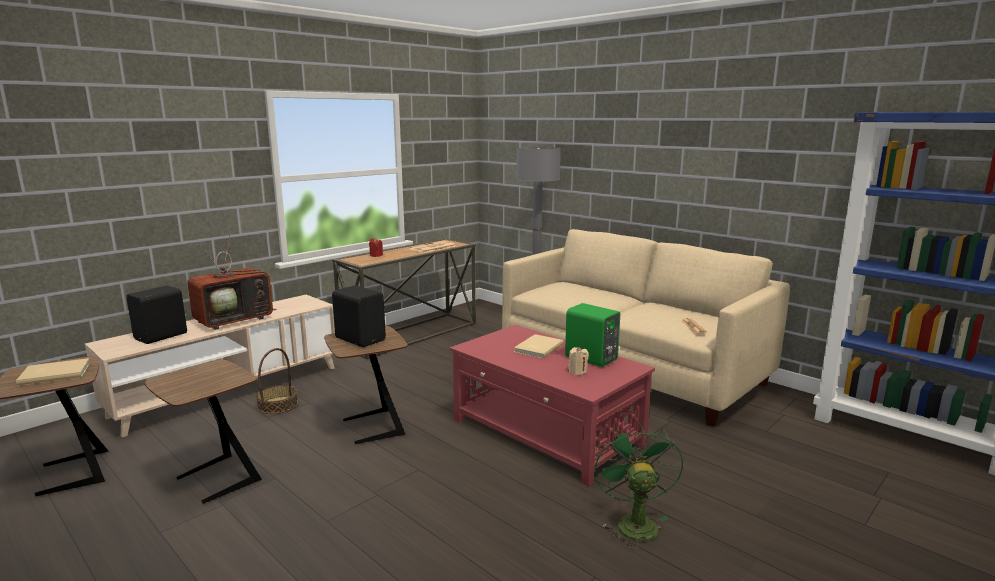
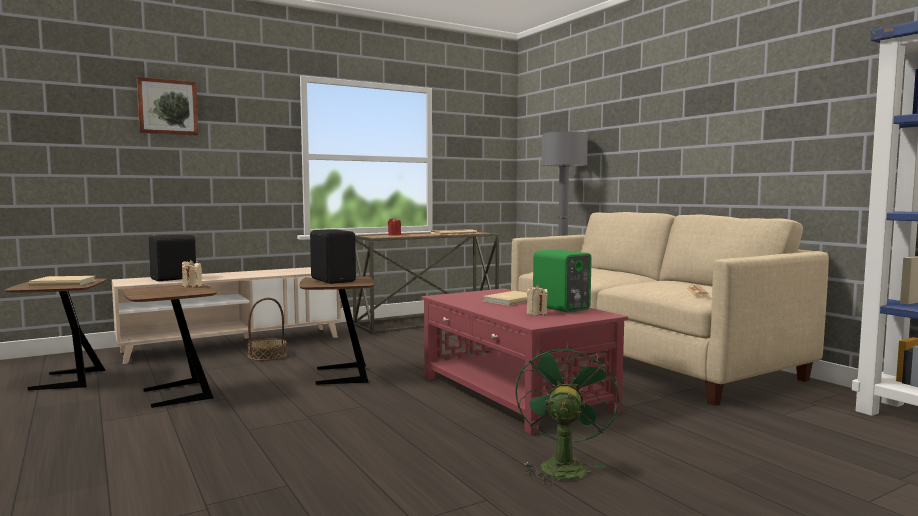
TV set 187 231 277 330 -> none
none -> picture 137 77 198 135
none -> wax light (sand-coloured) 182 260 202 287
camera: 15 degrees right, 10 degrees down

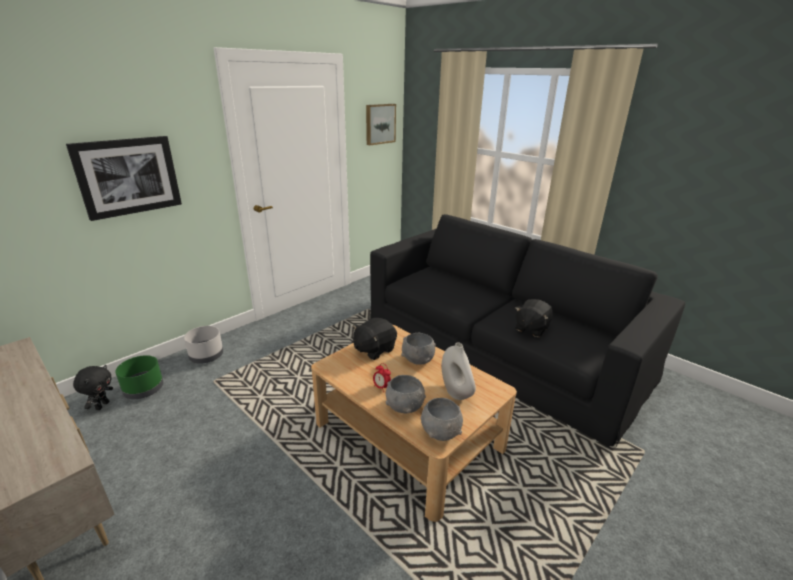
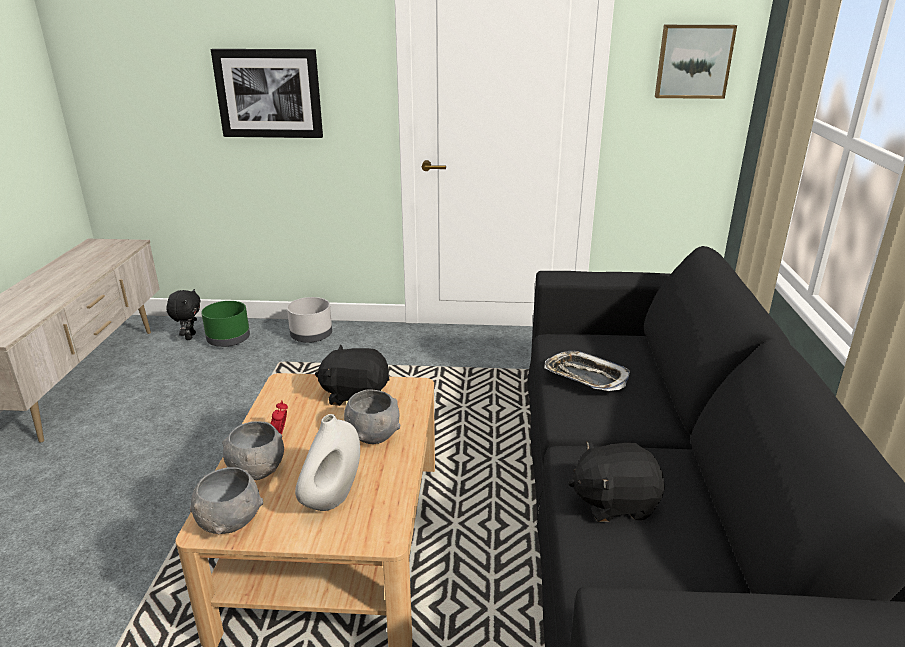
soft toy (black-coloured) 73 365 113 410 -> soft toy (black-coloured) 166 289 201 340, 60 degrees counterclockwise
none -> tray 545 351 630 391
camera: 50 degrees right, 0 degrees up

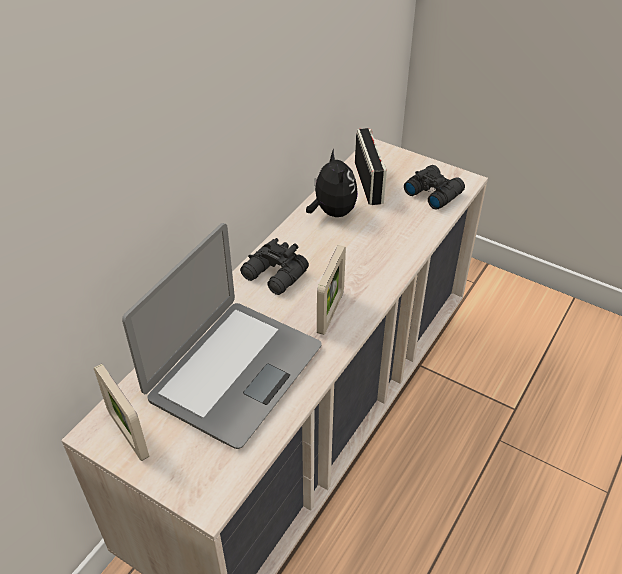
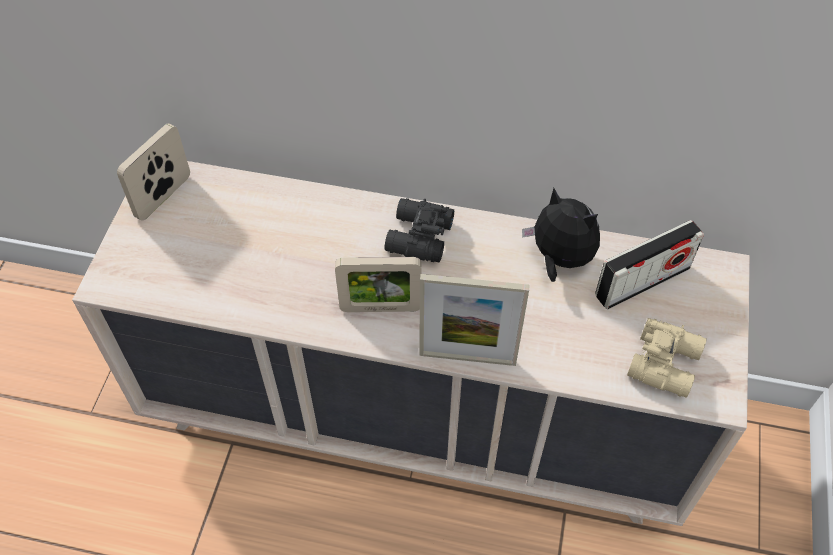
portable computer 122 223 322 449 -> none
soft toy 306 149 358 217 -> soft toy 522 188 600 282, 105 degrees counterclockwise
pair of binoculars (black-coloured) 404 165 465 210 -> pair of binoculars (sand-coloured) 627 318 707 398
none -> standing frame 419 274 530 366
camera: 70 degrees right, 10 degrees up

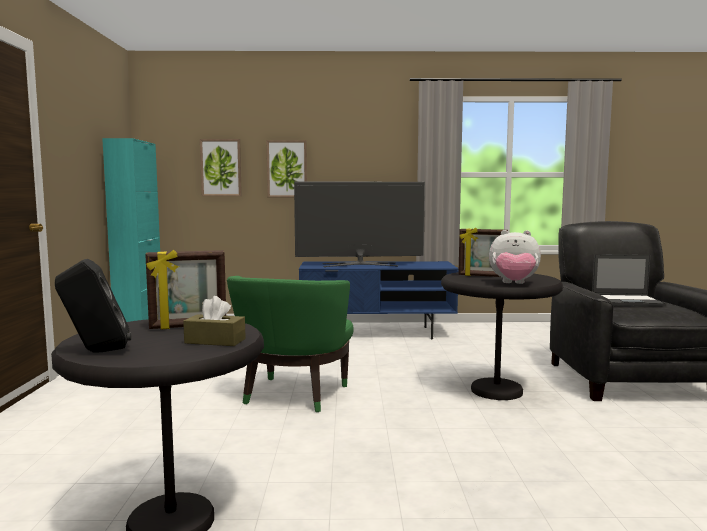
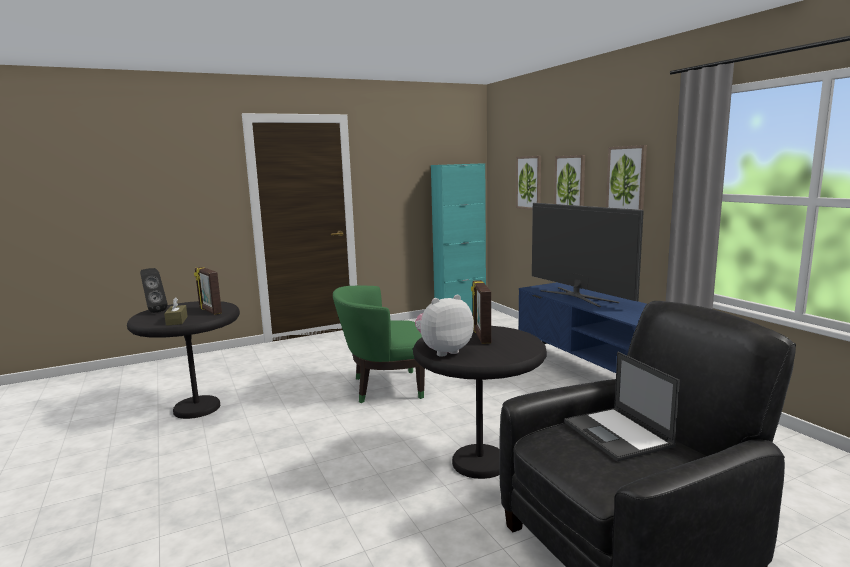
soft toy 489 230 541 284 -> soft toy 415 295 474 357, 75 degrees clockwise
none -> picture 606 145 647 210
camera: 65 degrees right, 5 degrees up

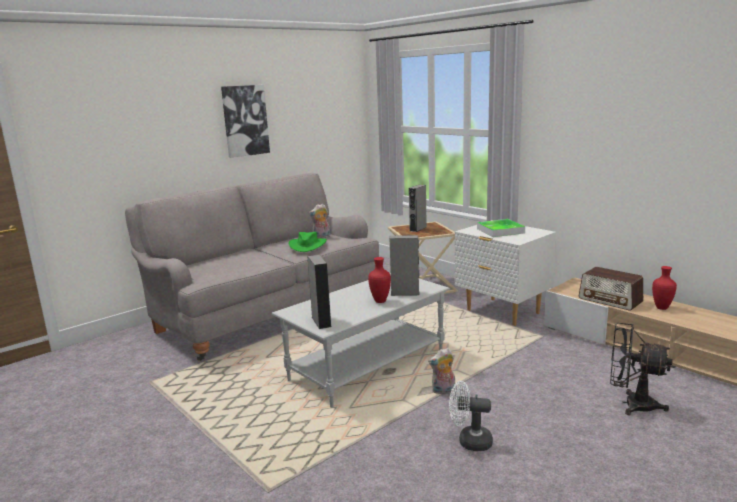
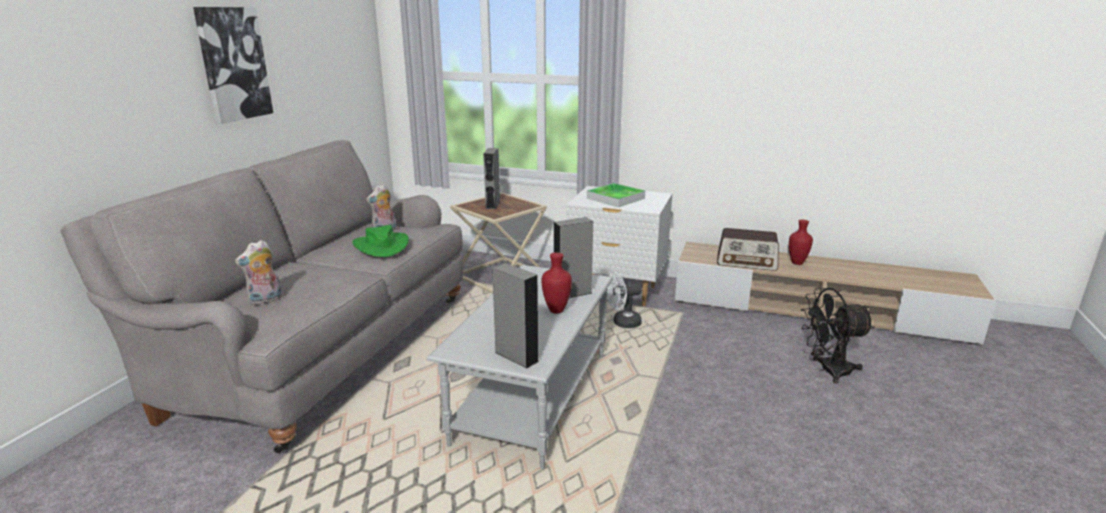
soft toy 428 348 455 395 -> soft toy 235 240 282 305, move
electric fan (whitish) 449 381 493 451 -> electric fan (whitish) 607 273 642 328, move
camera: 30 degrees left, 5 degrees up

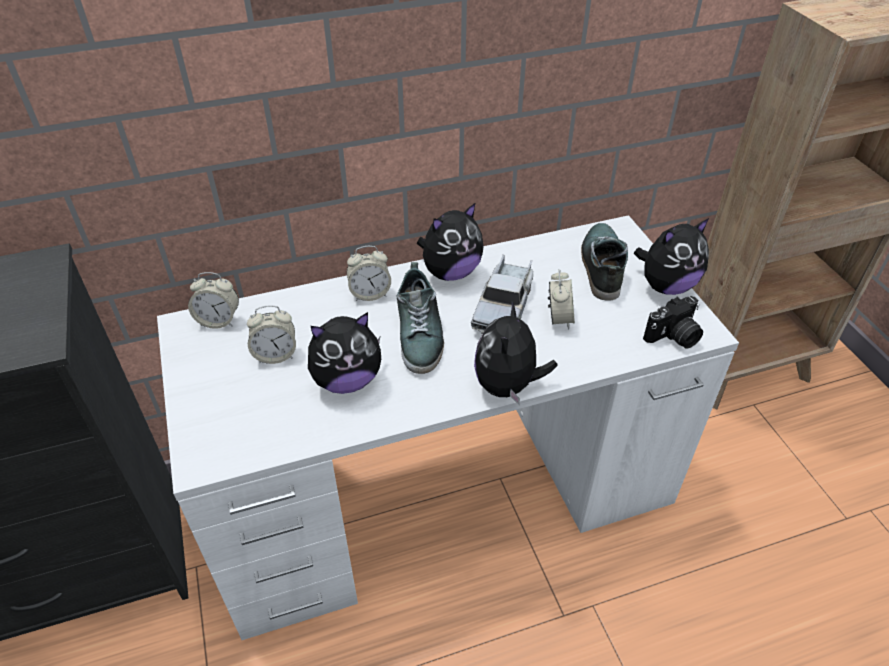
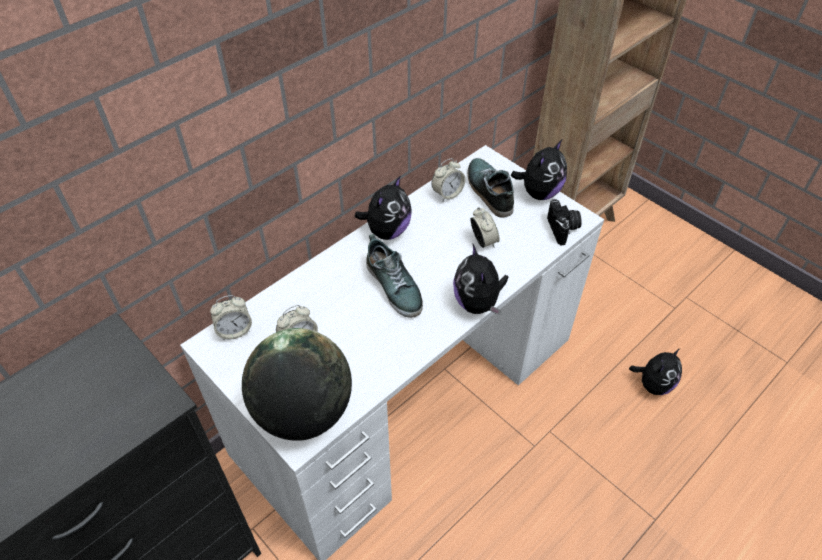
soft toy 308 312 381 394 -> soft toy 629 349 682 395, move
table clock 347 246 391 301 -> table clock 432 158 465 201, move
toy truck 471 255 533 334 -> none
photo camera 643 296 703 349 -> photo camera 547 199 582 245, 45 degrees counterclockwise
none -> world globe 242 328 352 441
camera: 25 degrees left, 5 degrees up

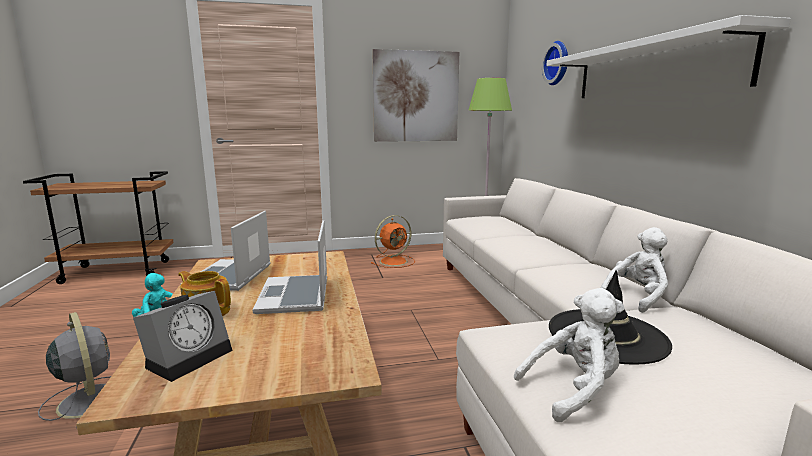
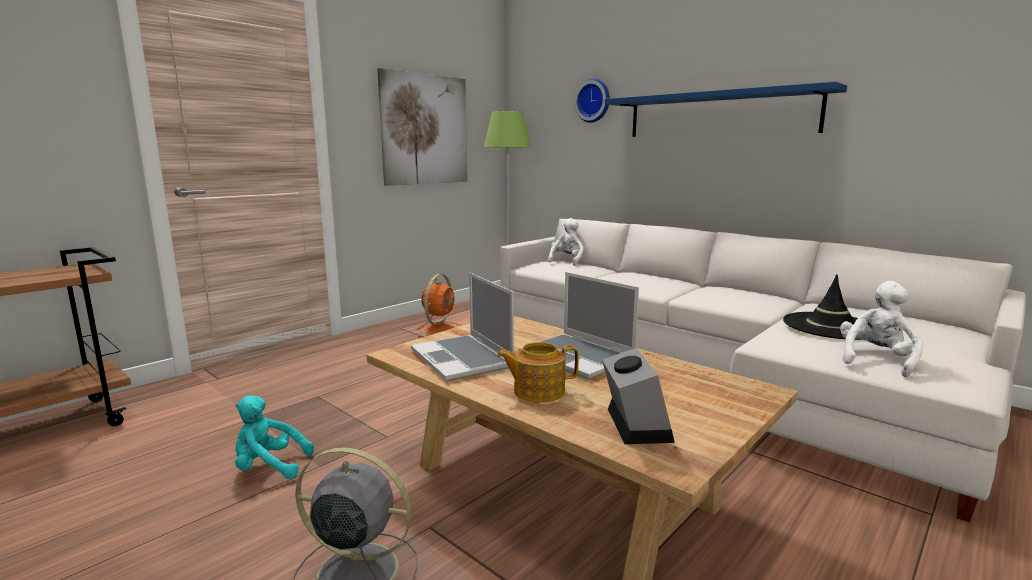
bracket shelf (whitish) 546 15 791 98 -> bracket shelf (blue-coloured) 605 81 847 137
soft toy (whitish) 600 227 668 313 -> soft toy (whitish) 548 218 584 266, move
camera: 35 degrees left, 0 degrees up

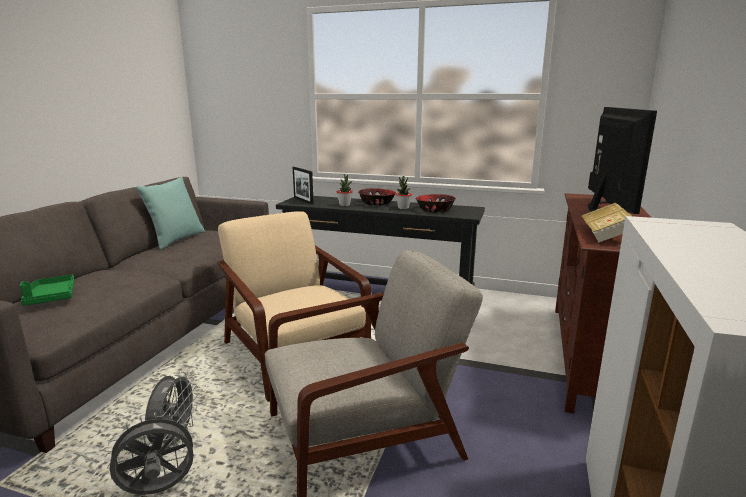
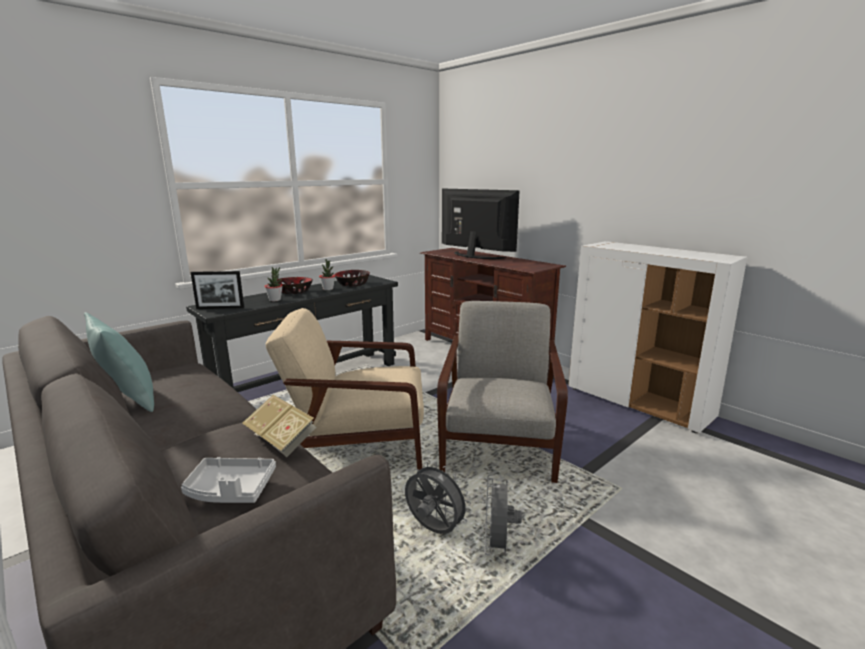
tray (greenish) 20 275 75 306 -> tray (gray) 181 457 276 503
bound book 581 203 631 242 -> bound book 242 395 316 457, move
camera: 60 degrees left, 0 degrees up

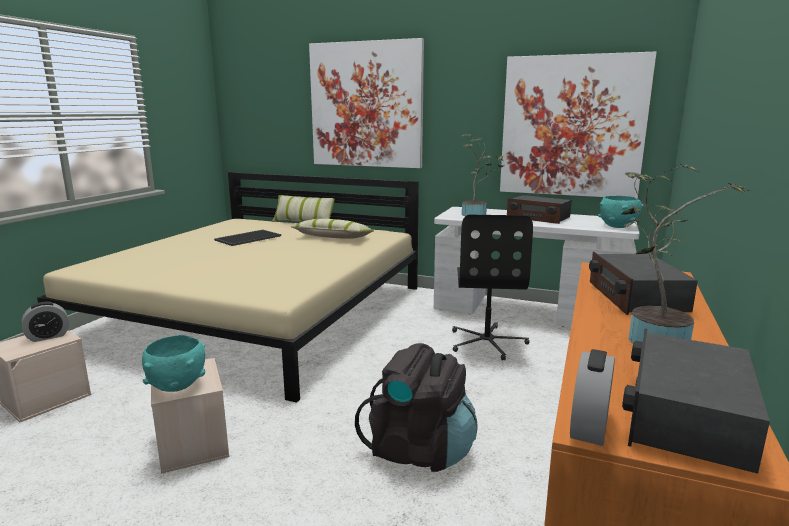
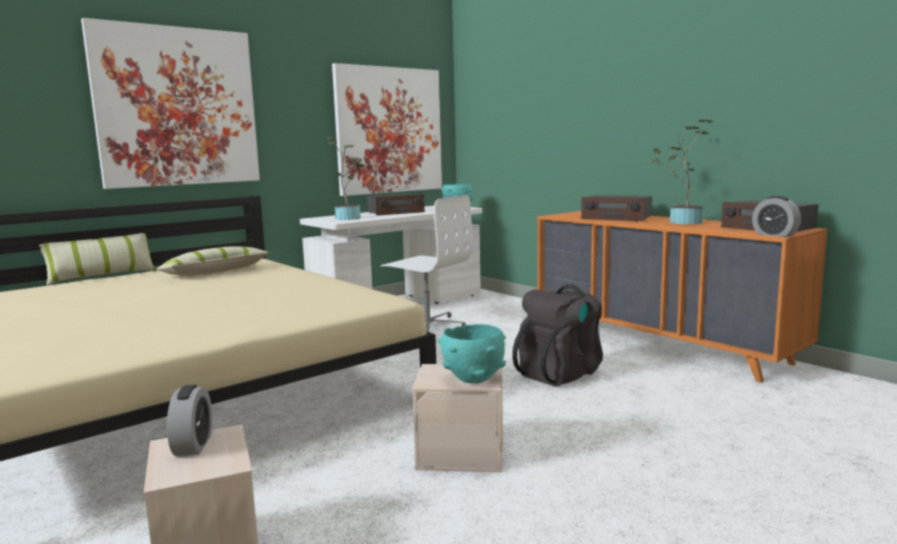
tray 214 230 281 246 -> none
desk chair (black-coloured) 452 214 533 360 -> desk chair (whitish) 381 195 473 332
camera: 60 degrees left, 5 degrees down

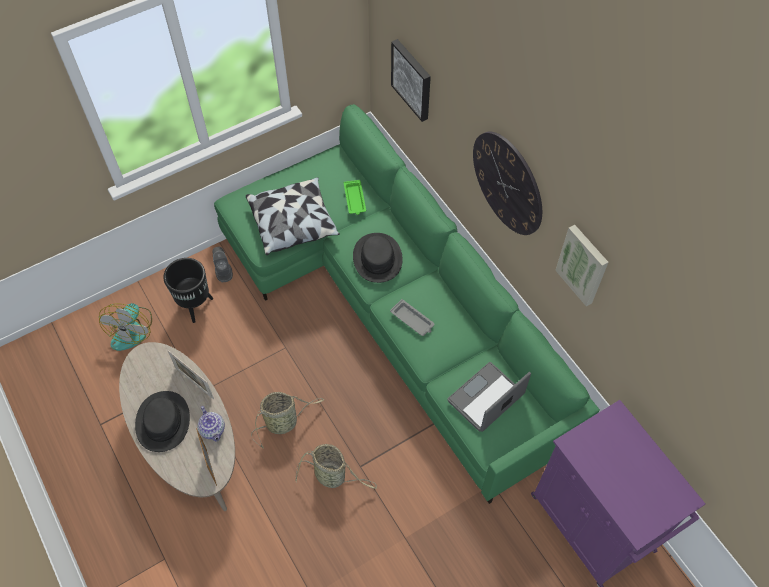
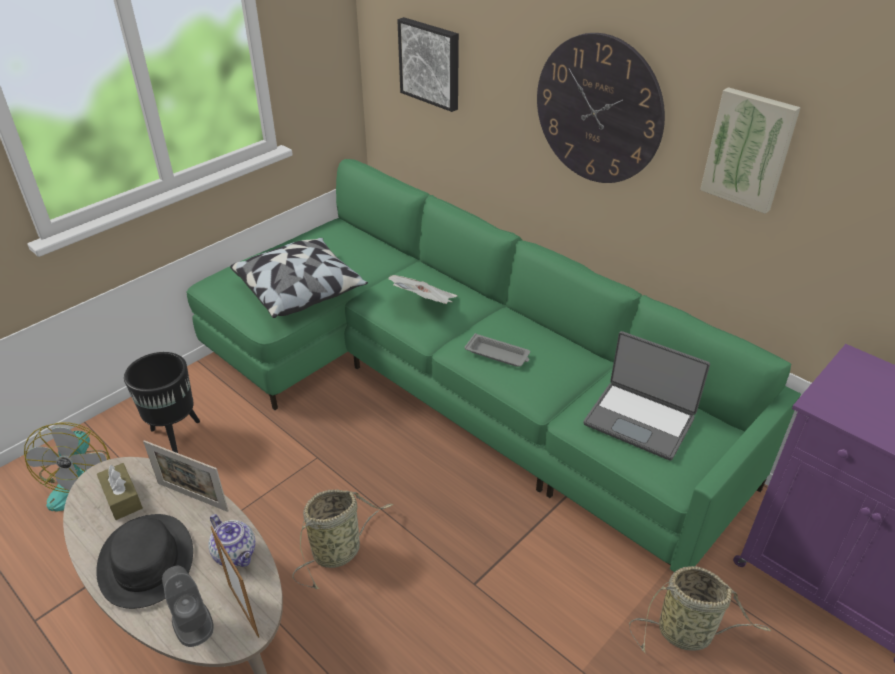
audio speaker (gray) 213 247 233 282 -> audio speaker (gray) 162 566 214 647, move
storage basket 295 444 377 489 -> storage basket 629 566 771 653, move
tray (greenish) 344 180 366 215 -> none
hat (black-coloured) 353 233 403 283 -> newspaper 389 275 457 304
portable computer 447 362 531 432 -> portable computer 584 331 710 461, 90 degrees counterclockwise
none -> tissue box (brown-coloured) 97 463 143 520
camera: 15 degrees left, 20 degrees down

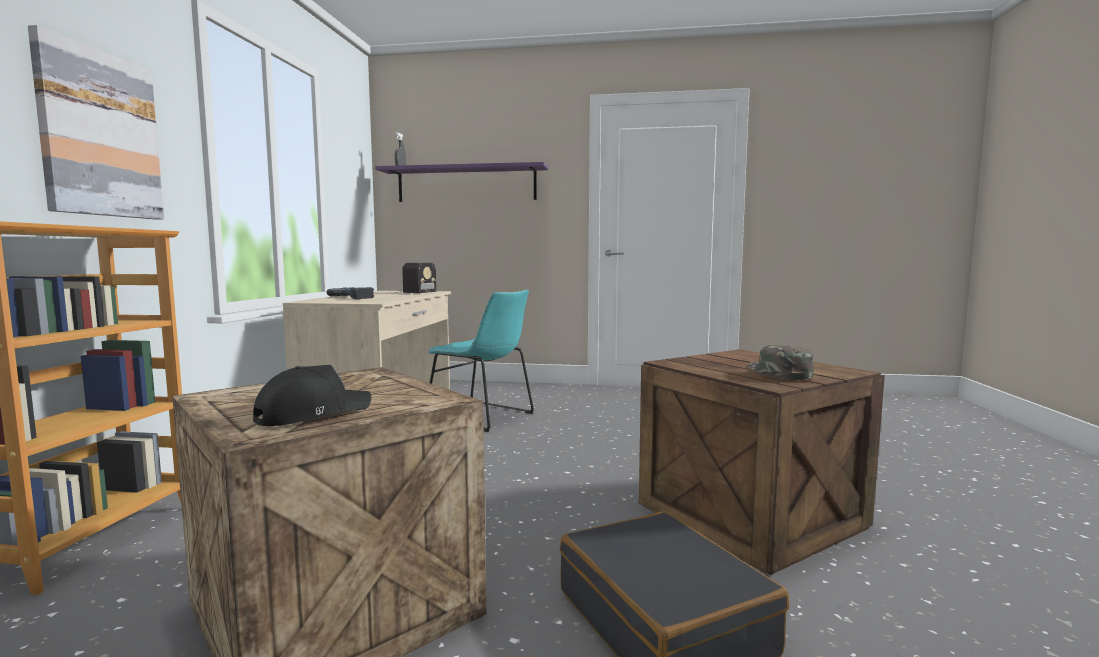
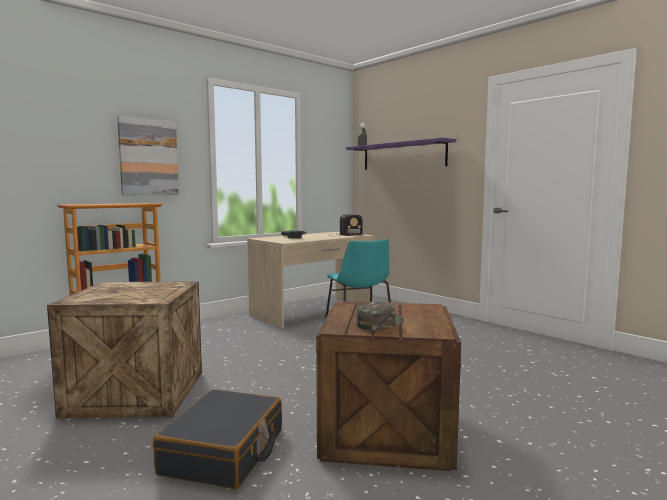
cap (black-coloured) 253 365 371 426 -> none
camera: 40 degrees right, 0 degrees up

